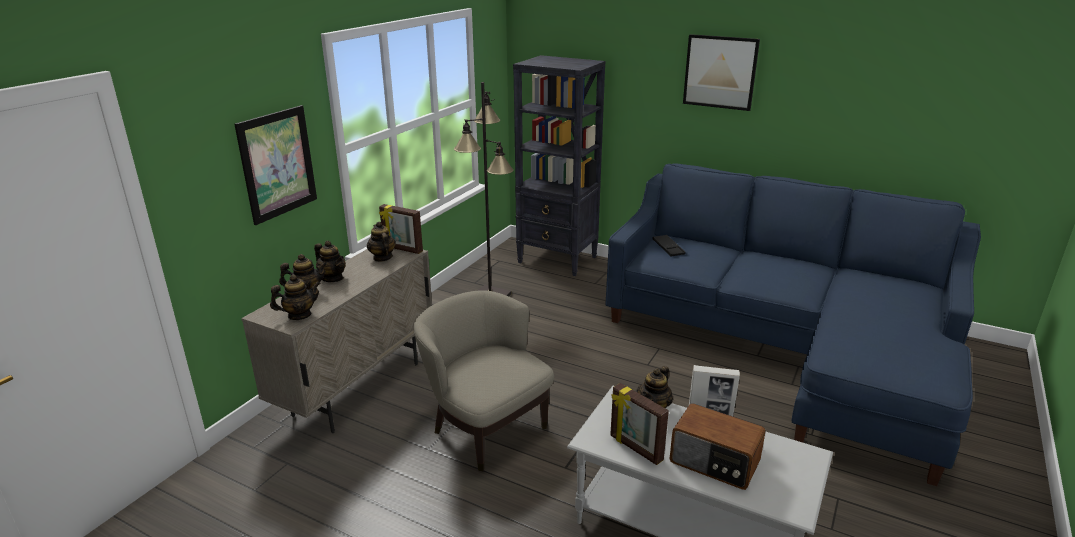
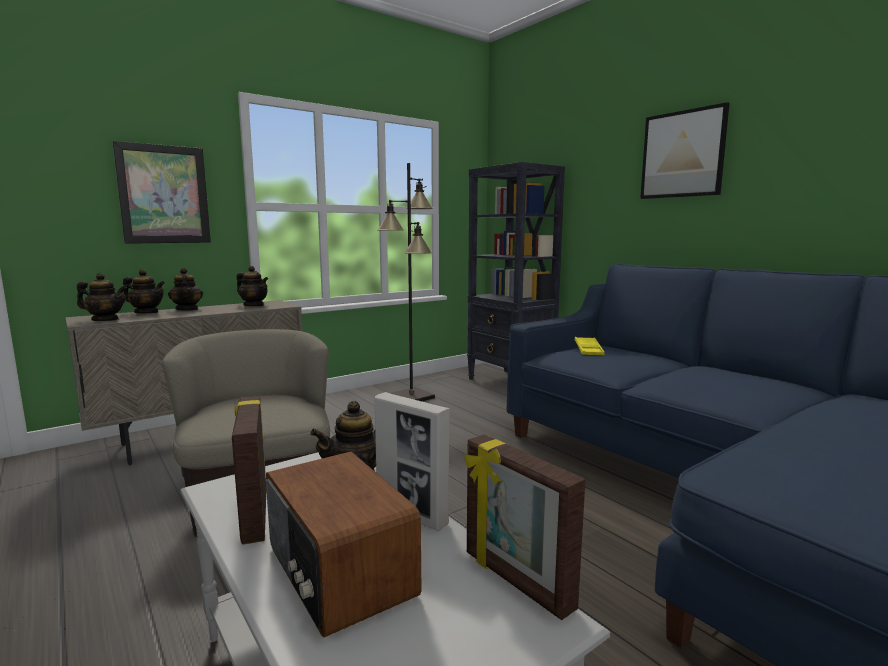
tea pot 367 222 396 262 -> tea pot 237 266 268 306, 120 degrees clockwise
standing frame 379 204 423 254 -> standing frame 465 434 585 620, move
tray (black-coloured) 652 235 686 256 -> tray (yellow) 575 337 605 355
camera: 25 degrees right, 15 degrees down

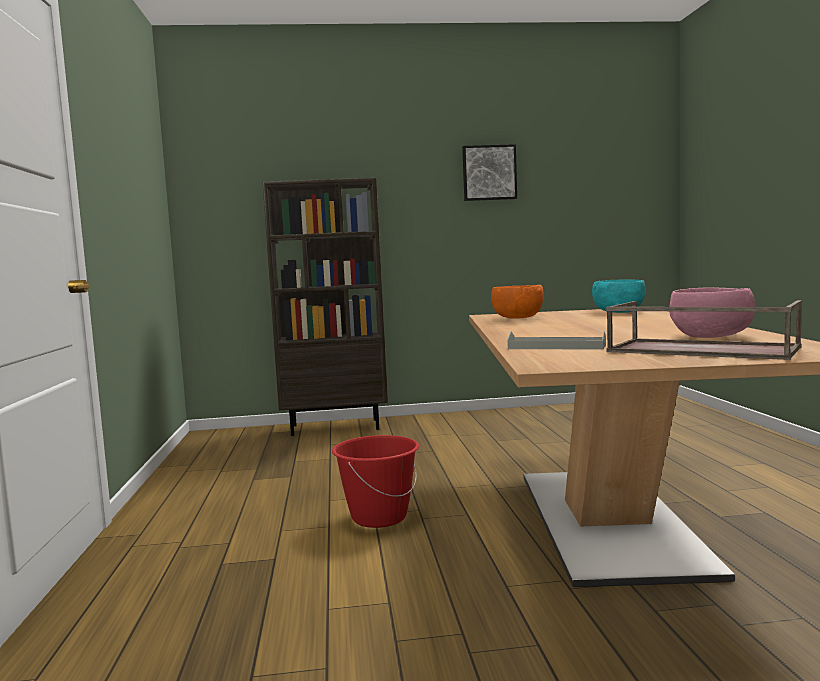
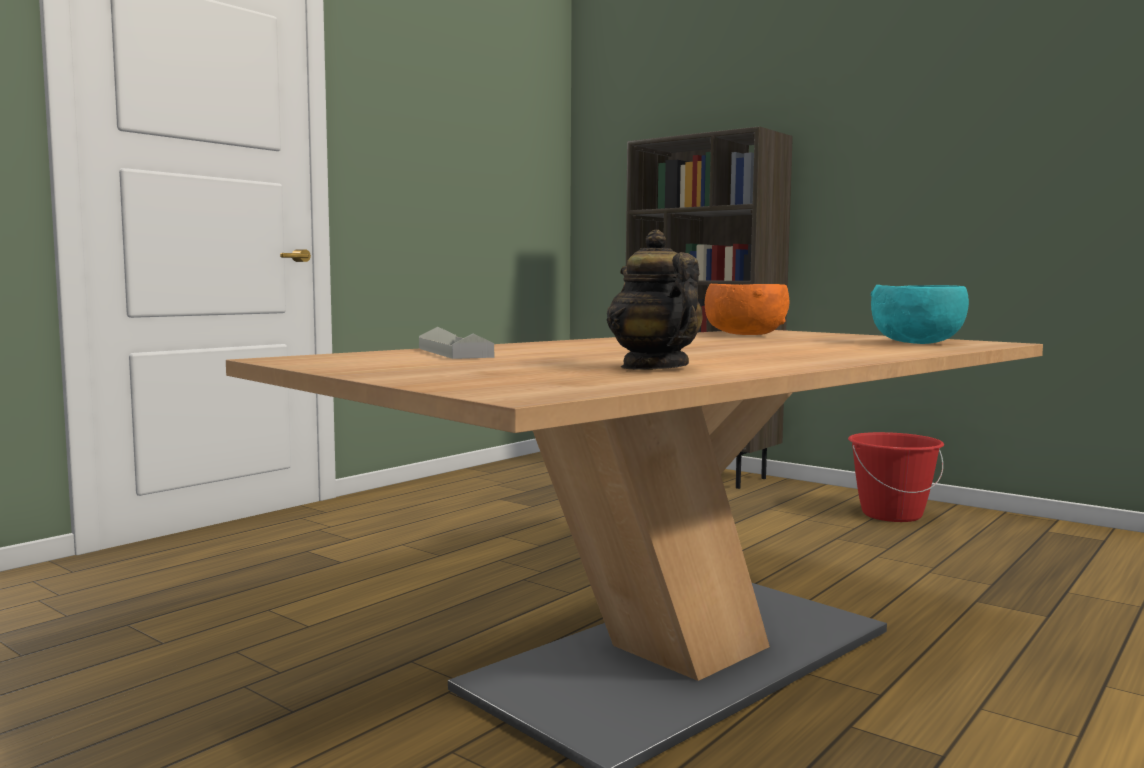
water bucket (red-coloured) 332 435 419 528 -> water bucket (red-coloured) 848 432 944 522, move
picture 462 144 517 201 -> none
tray (brown-coloured) 606 300 802 360 -> none
deep dish (pink) 669 287 755 338 -> tea pot 607 230 703 370
camera: 45 degrees right, 0 degrees up

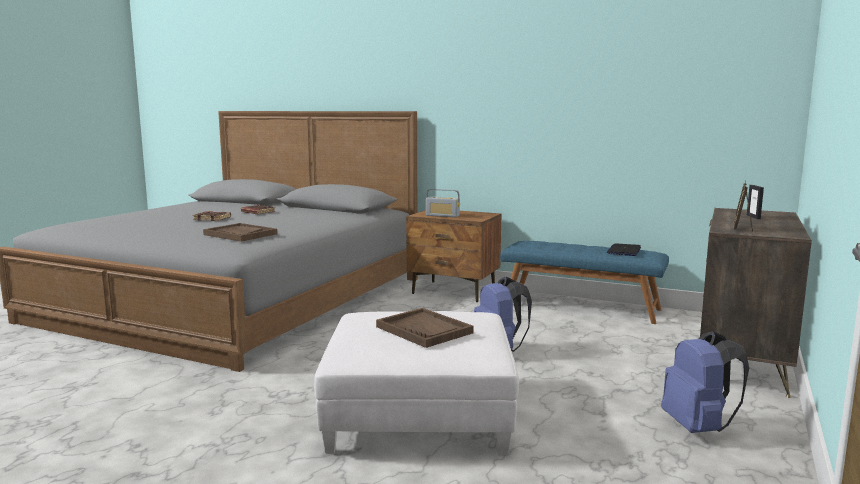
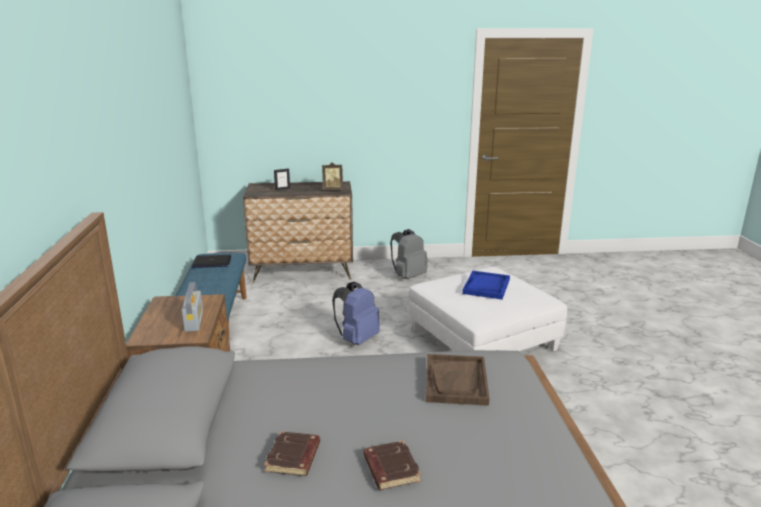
tray (brown-coloured) 376 308 473 348 -> tray (blue-coloured) 462 271 510 300
rucksack (blue-coloured) 661 331 749 433 -> rucksack (gray) 390 229 428 279
camera: 120 degrees left, 10 degrees up

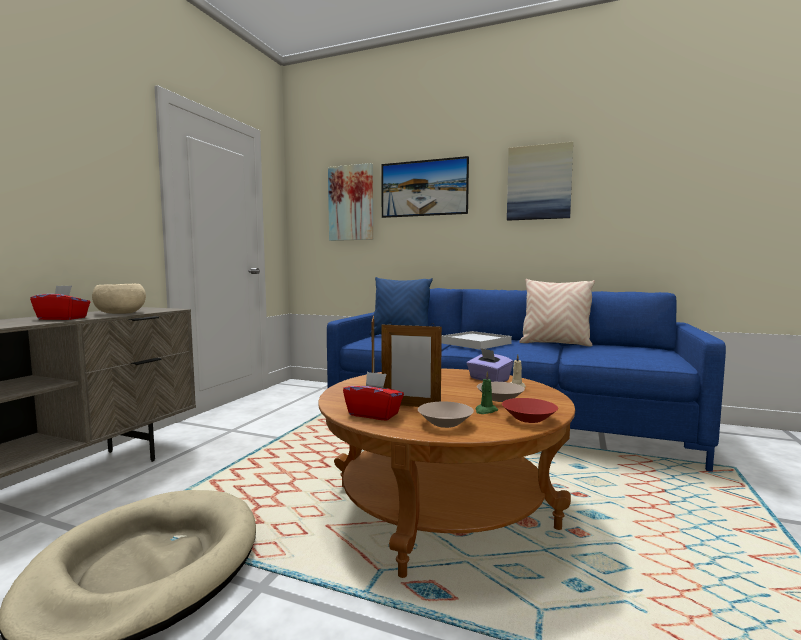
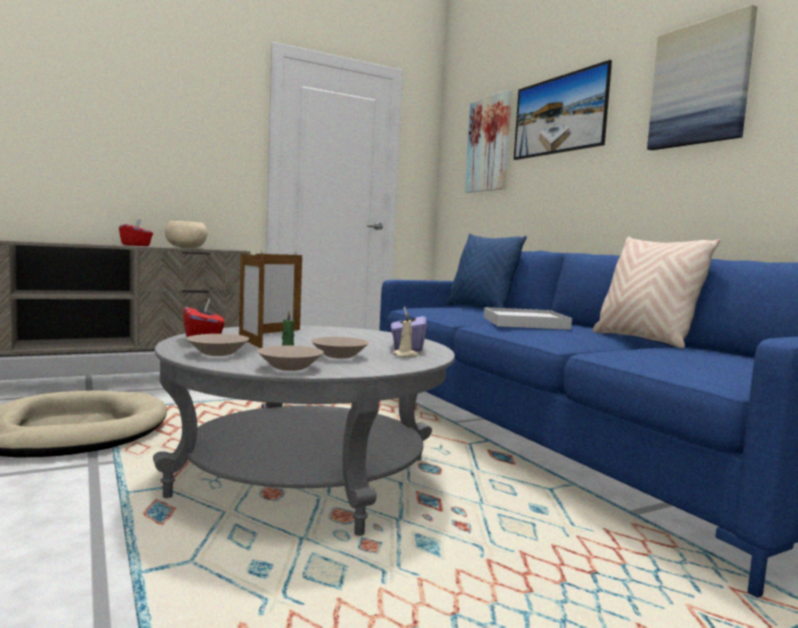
lounge table (brown-coloured) 318 368 575 578 -> lounge table (gray) 153 325 455 536
deep dish (red-coloured) 502 398 558 423 -> deep dish (sand-coloured) 257 346 324 371
camera: 40 degrees right, 0 degrees up

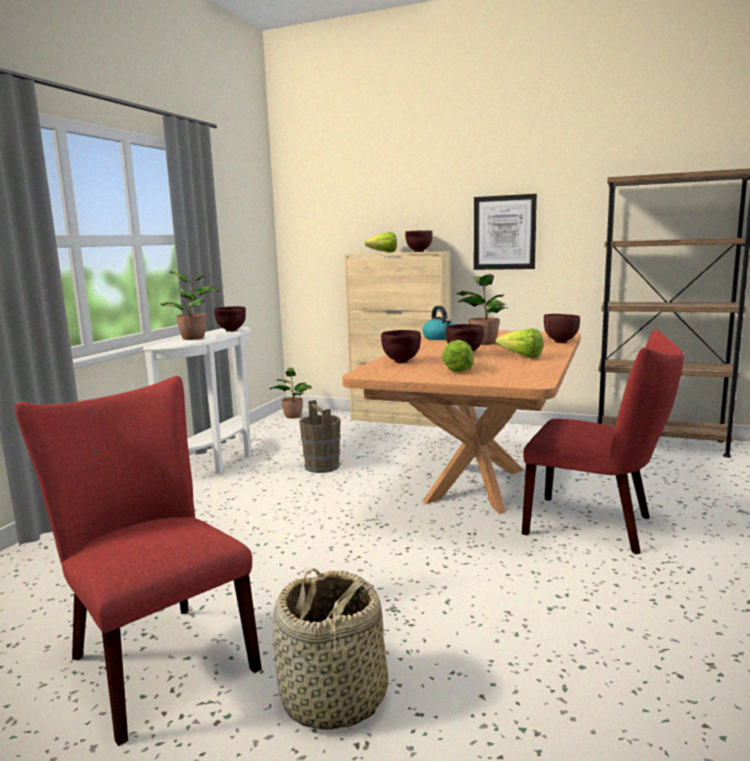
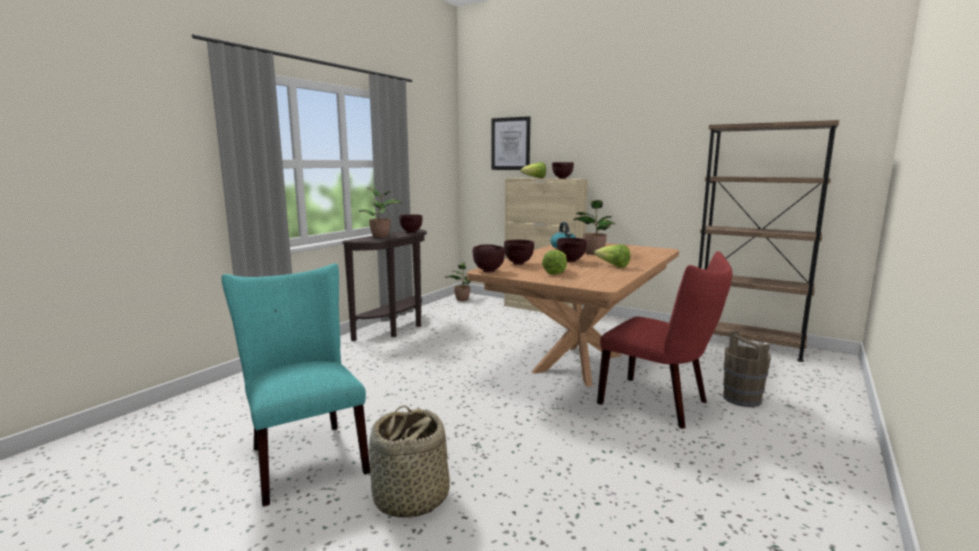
chair (red-coloured) 15 376 262 746 -> chair (turquoise-coloured) 222 263 370 507
console table (whitish) 142 326 252 474 -> console table (brown-coloured) 342 229 427 341
water bucket (brown-coloured) 299 400 341 473 -> water bucket (brown-coloured) 723 331 771 407, move
picture 474 194 537 270 -> picture 491 116 530 170, move
deep dish (brown-coloured) 544 314 580 343 -> deep dish (brown-coloured) 473 244 505 273, move
camera: 10 degrees right, 0 degrees up

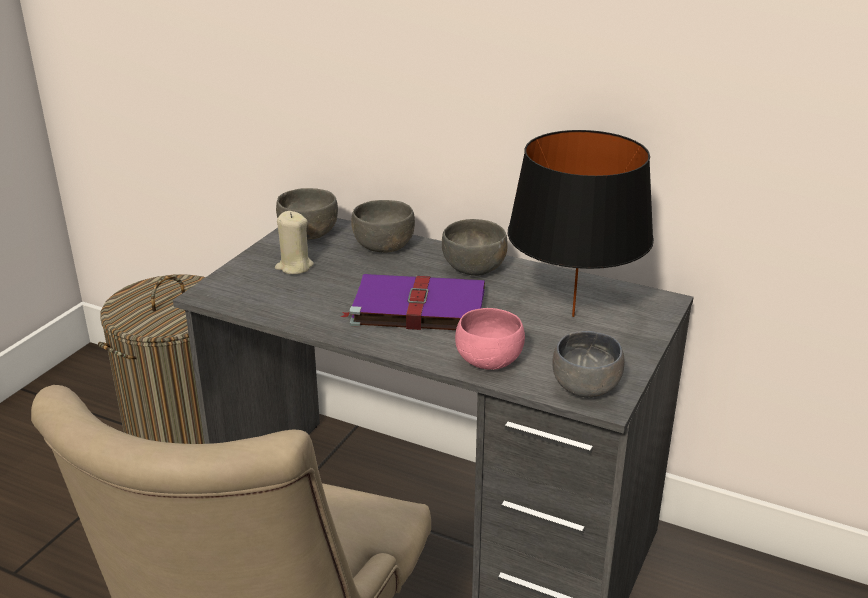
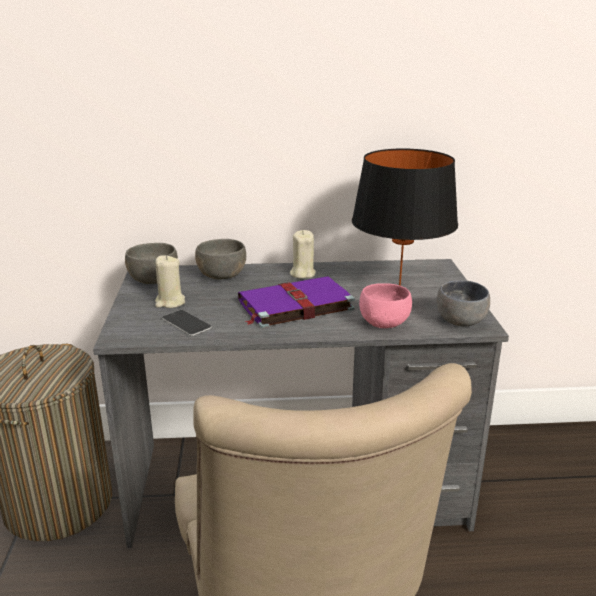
deep dish (gray) 442 219 508 276 -> wax light (sand-coloured) 290 230 316 279
none -> handset 161 310 212 336
camera: 30 degrees left, 5 degrees down

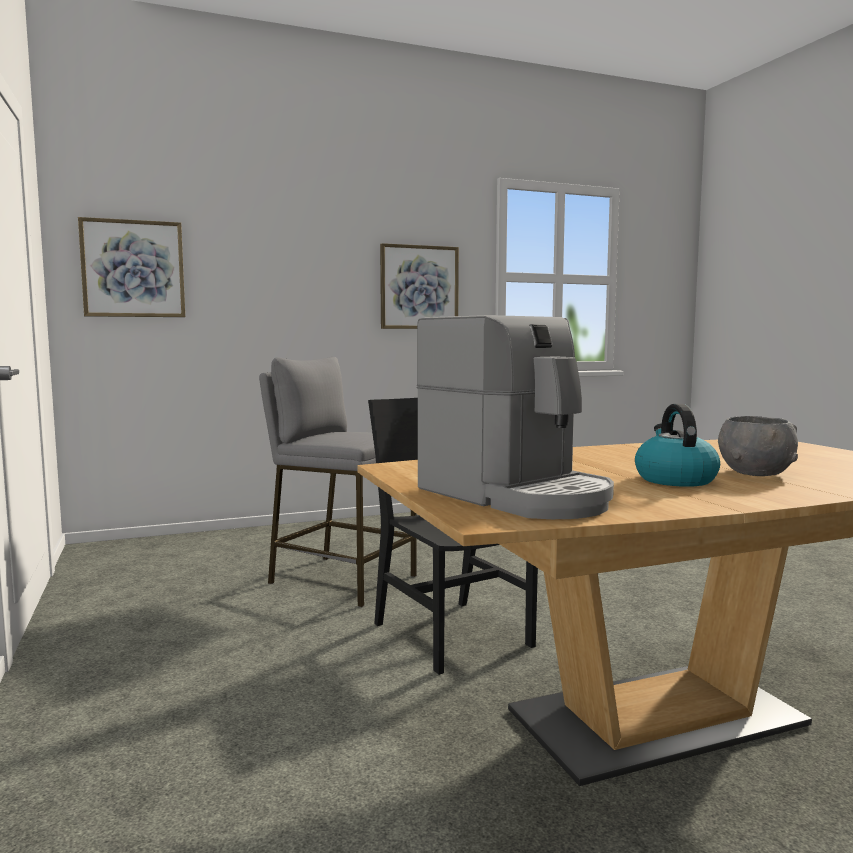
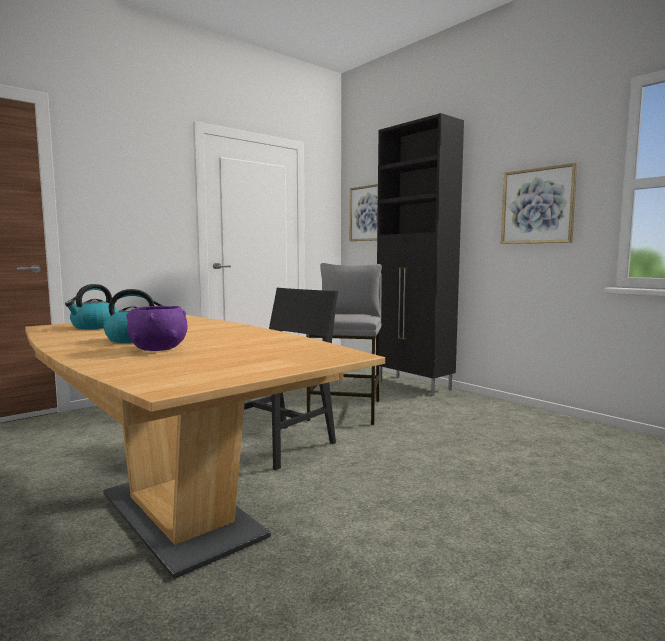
coffee brewer 416 315 614 519 -> tea kettle 65 284 118 329
deep dish (gray) 718 416 798 476 -> deep dish (purplish) 126 306 188 351
none -> storage cabinet (black-coloured) 377 113 464 395
camera: 70 degrees right, 0 degrees up

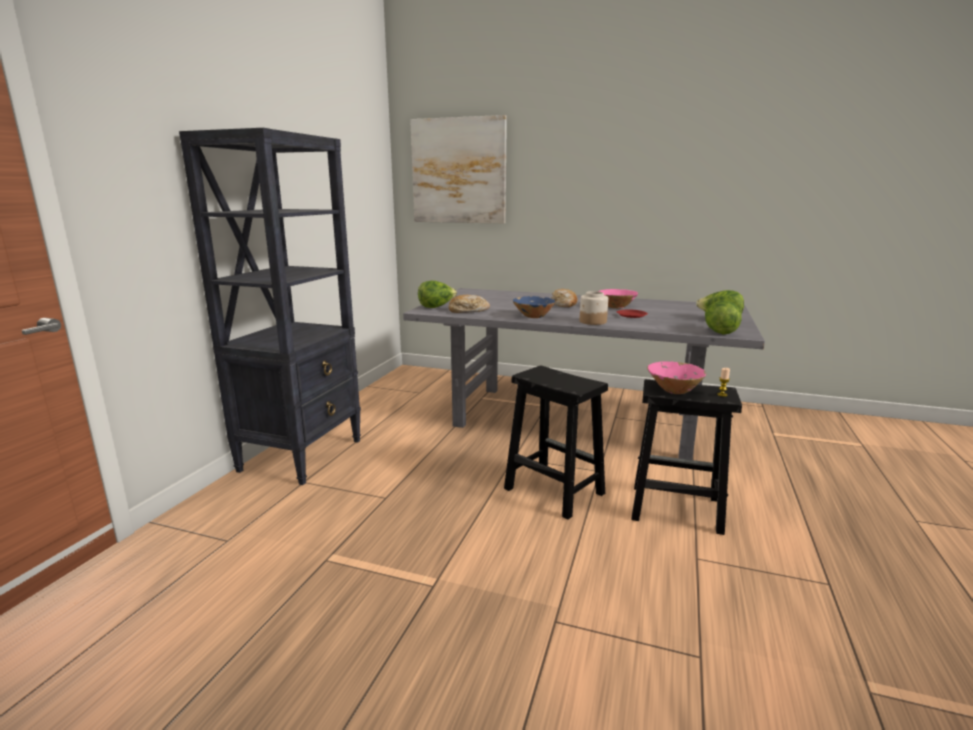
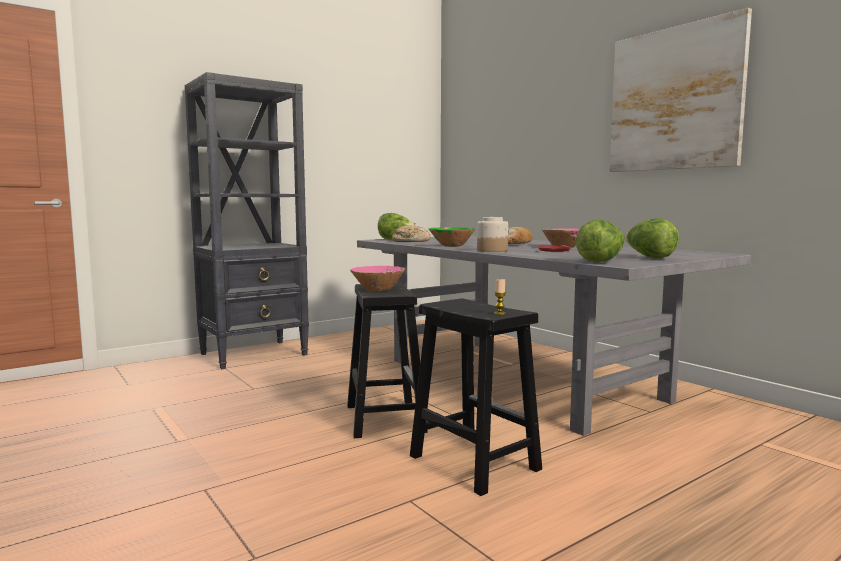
picture 410 115 507 224 -> picture 610 8 752 172, move
deep dish (blue-coloured) 513 296 556 318 -> deep dish (greenish) 429 227 475 247
deep dish (pink) 647 361 706 394 -> deep dish (pink) 350 266 405 291, move
camera: 35 degrees right, 10 degrees down

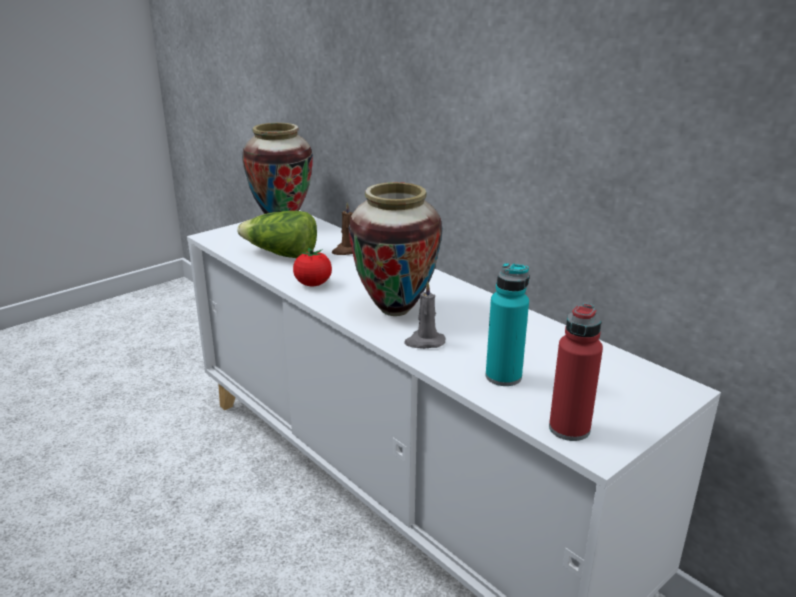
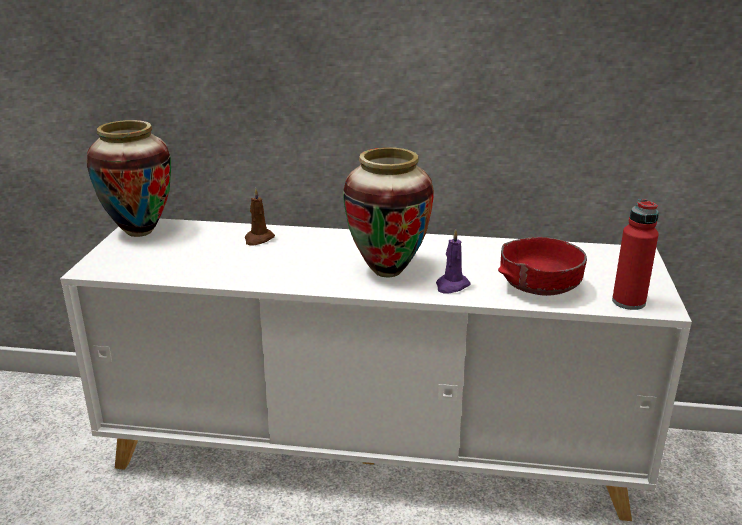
head of lettuce 237 211 317 258 -> none
whole tomato 293 248 332 286 -> none
wax light (gray) 404 282 445 349 -> wax light (purplish) 436 229 471 293
beverage bottle (turquoise-coloured) 486 263 529 386 -> deep dish (red-coloured) 498 237 587 296
camera: 40 degrees left, 0 degrees up

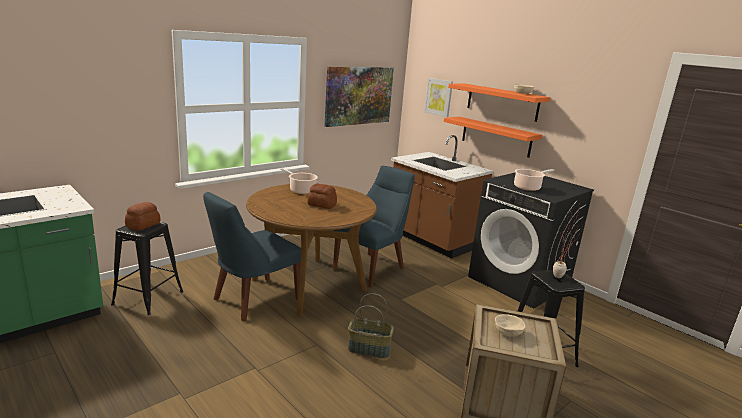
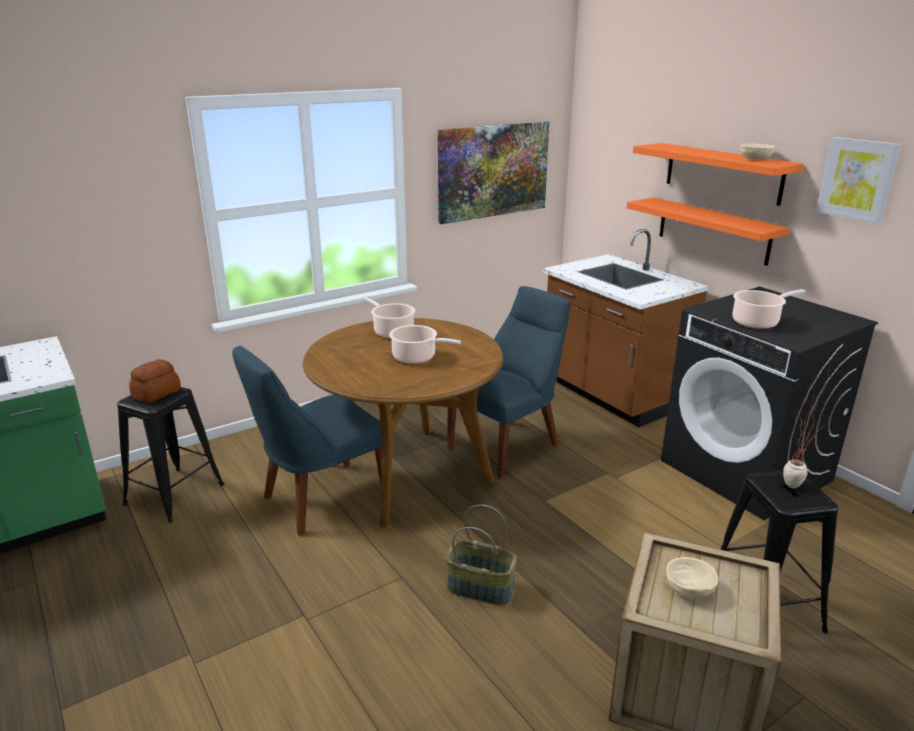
bread 307 183 337 209 -> stockpot 389 325 461 364
picture 424 78 453 117 -> picture 816 137 902 224, move
camera: 10 degrees right, 5 degrees up

